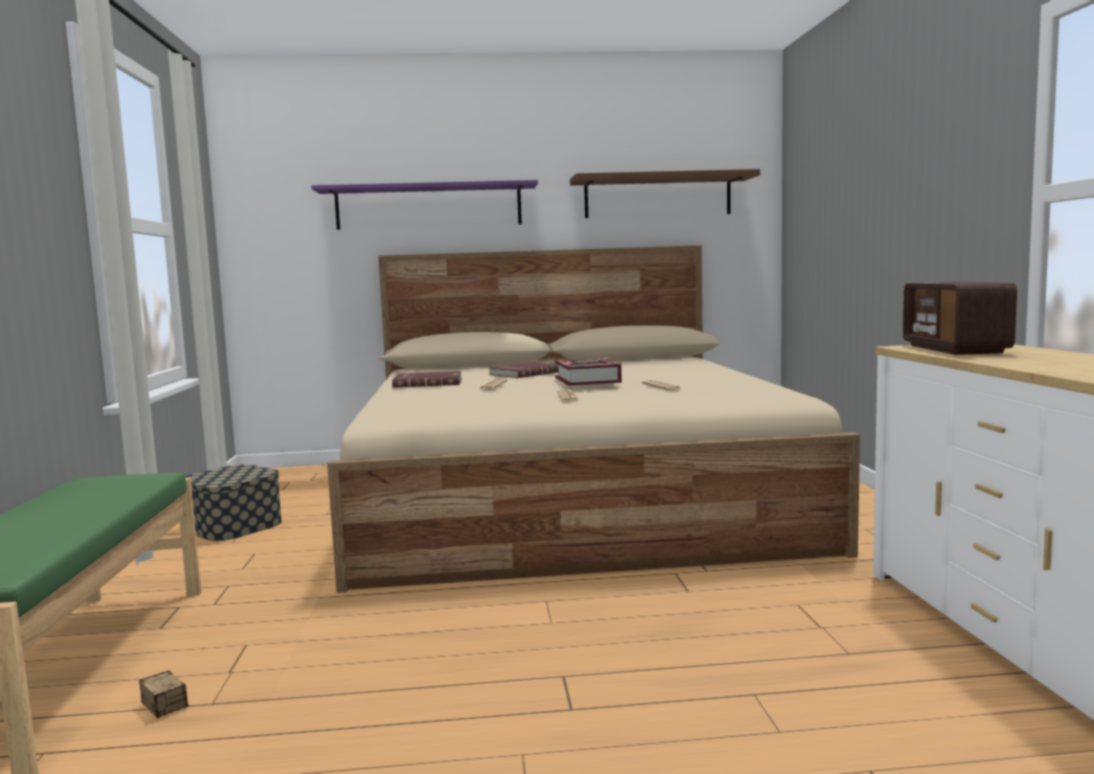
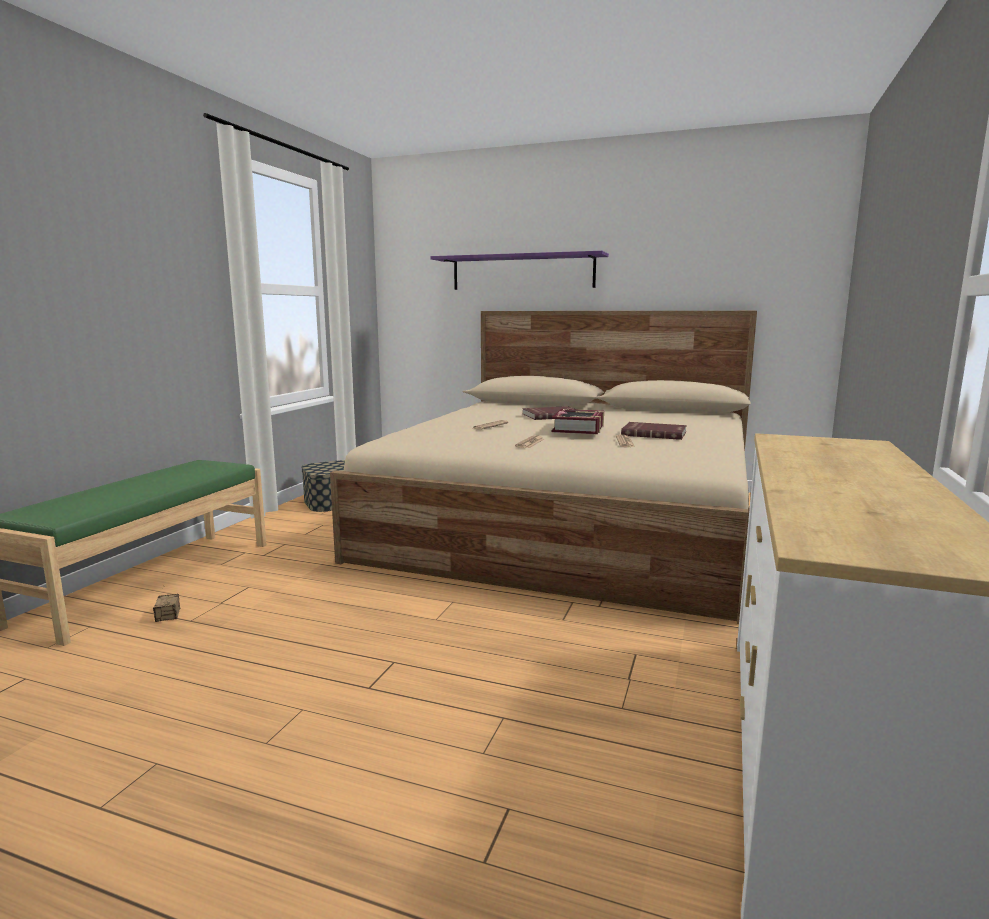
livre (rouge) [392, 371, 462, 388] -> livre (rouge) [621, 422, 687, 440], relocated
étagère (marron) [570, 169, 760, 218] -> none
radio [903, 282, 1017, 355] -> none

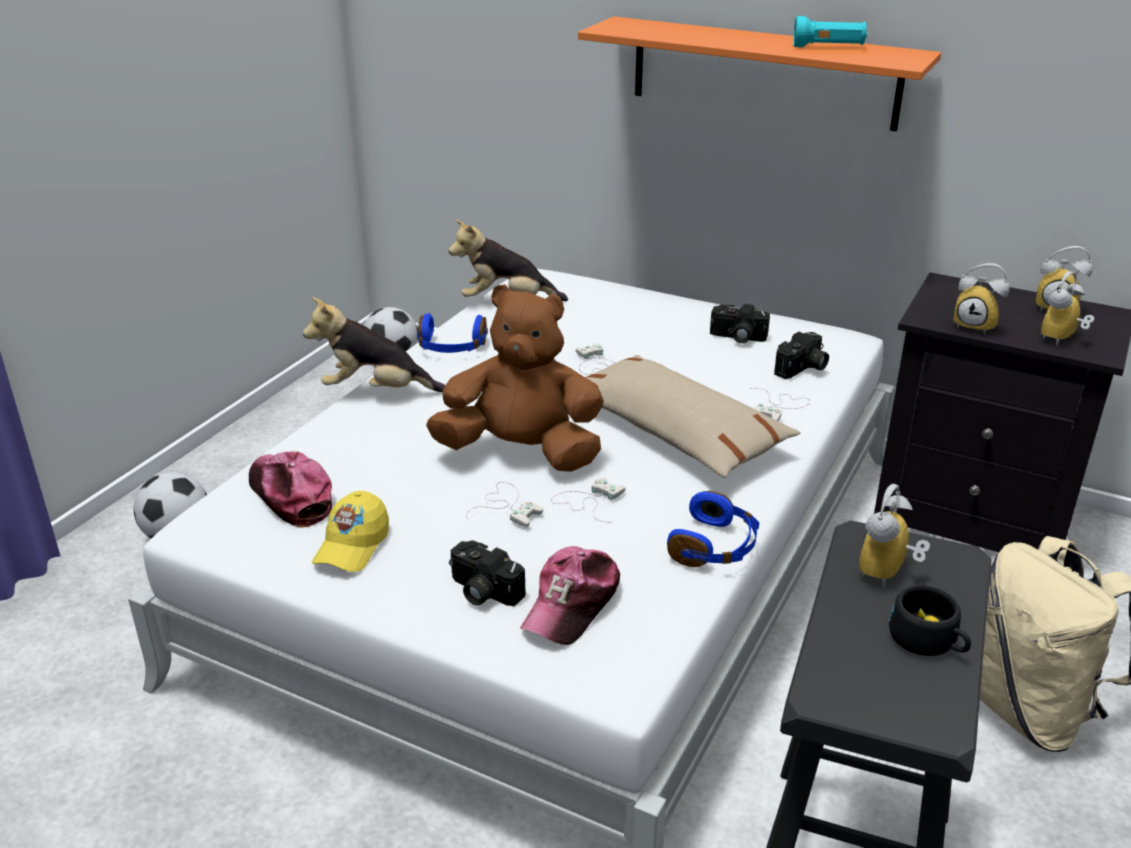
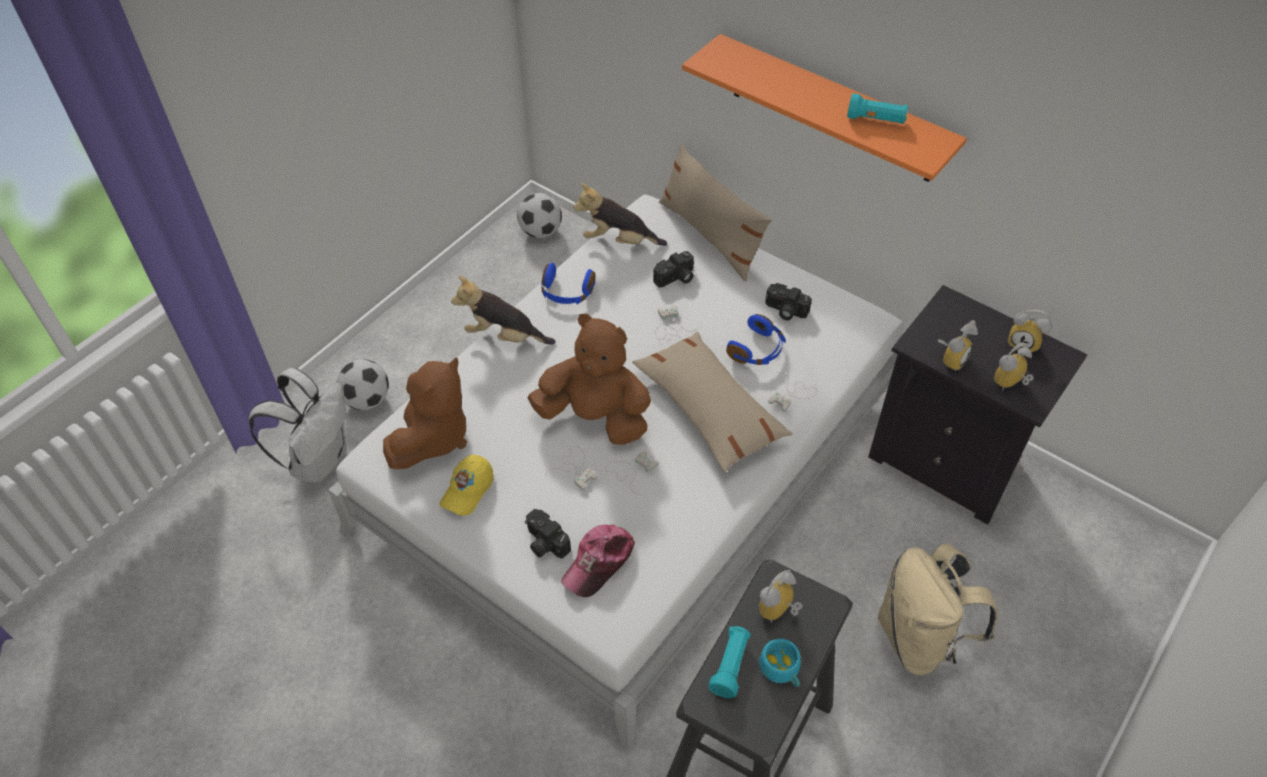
casquette [249, 451, 332, 528] -> peluche (marron) [383, 358, 467, 469]
casque audio (bleu) [667, 491, 759, 567] -> casque audio (bleu) [726, 314, 786, 365], relocated
appareil photo [774, 332, 829, 379] -> appareil photo [653, 251, 694, 288], relocated
tasse (noir) [889, 585, 971, 656] -> tasse (turquoise) [759, 639, 801, 687]
réveil [954, 263, 1010, 334] -> réveil [938, 320, 978, 371], 90 degrees counterclockwise
none -> sac à dos (blanc) [249, 368, 346, 483]
none -> coussin (beige) [659, 144, 772, 282]
none -> lampe de poche (turquoise) [708, 626, 751, 698]

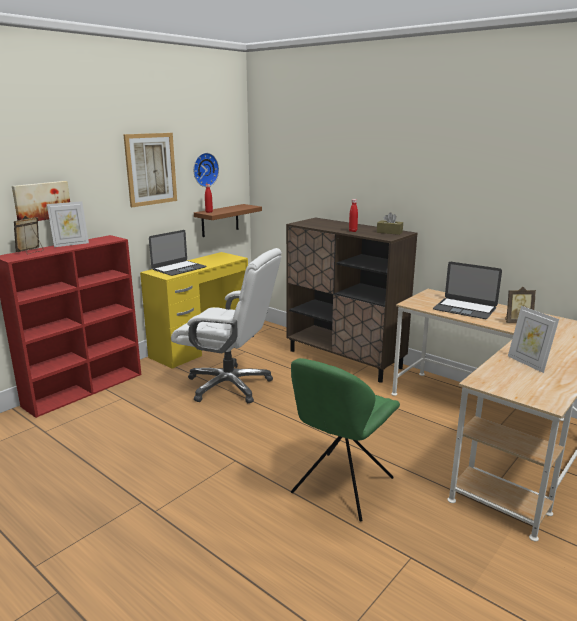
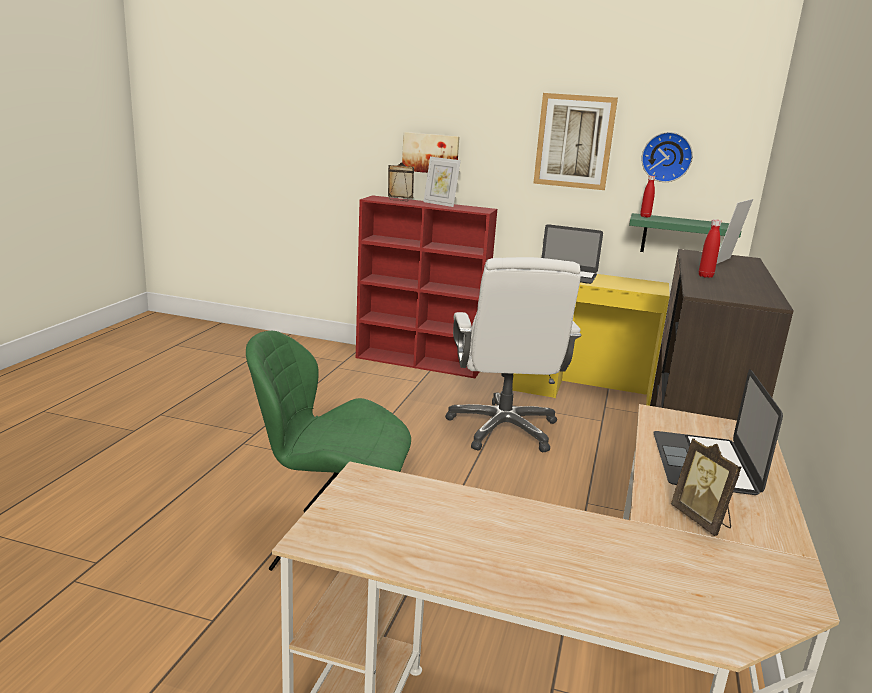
étagère (marron) [194, 204, 262, 237] -> étagère (vert) [629, 213, 741, 252]
boîte à mouchoirs (marron) [377, 212, 403, 235] -> none
cadre photo [508, 306, 559, 373] -> cadre photo [717, 199, 753, 264], relocated

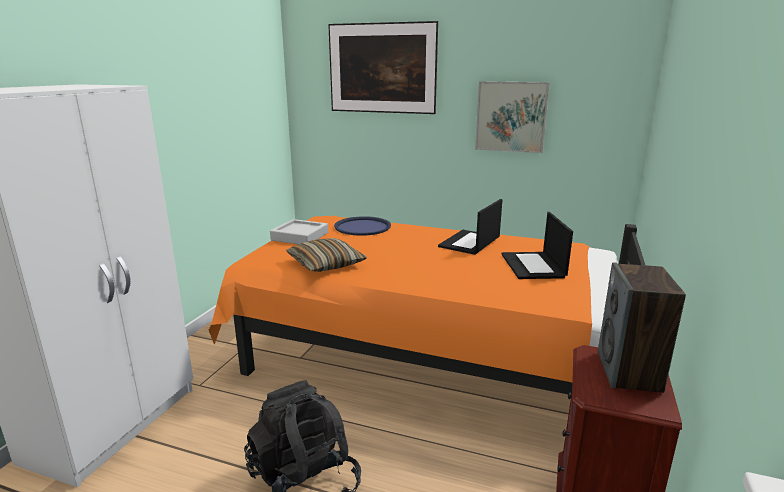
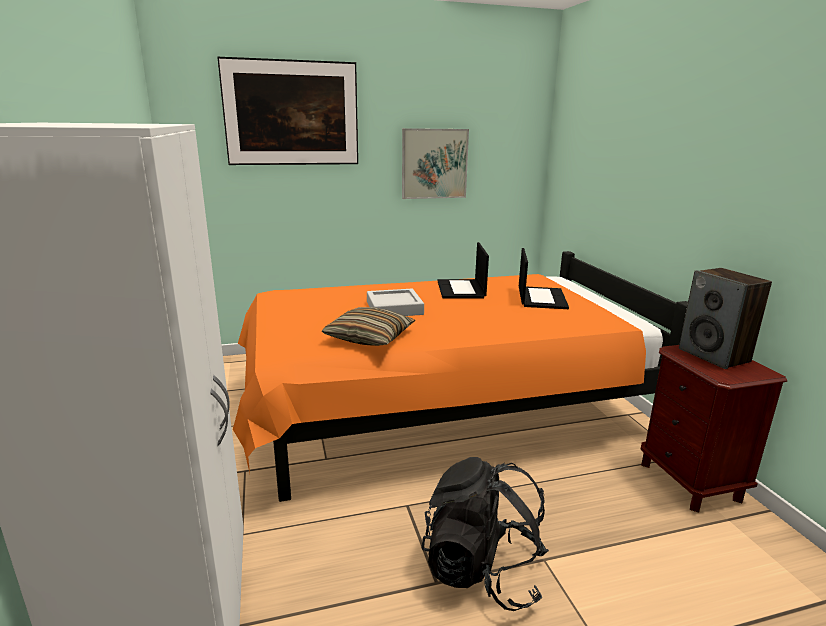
plateau (gris) [270, 219, 328, 244] -> plateau (gris) [367, 289, 424, 316], relocated
plateau (bleu) [334, 216, 391, 236] -> none
ordinateur portable [501, 212, 573, 279] -> ordinateur portable [519, 248, 569, 309], 135 degrees counterclockwise

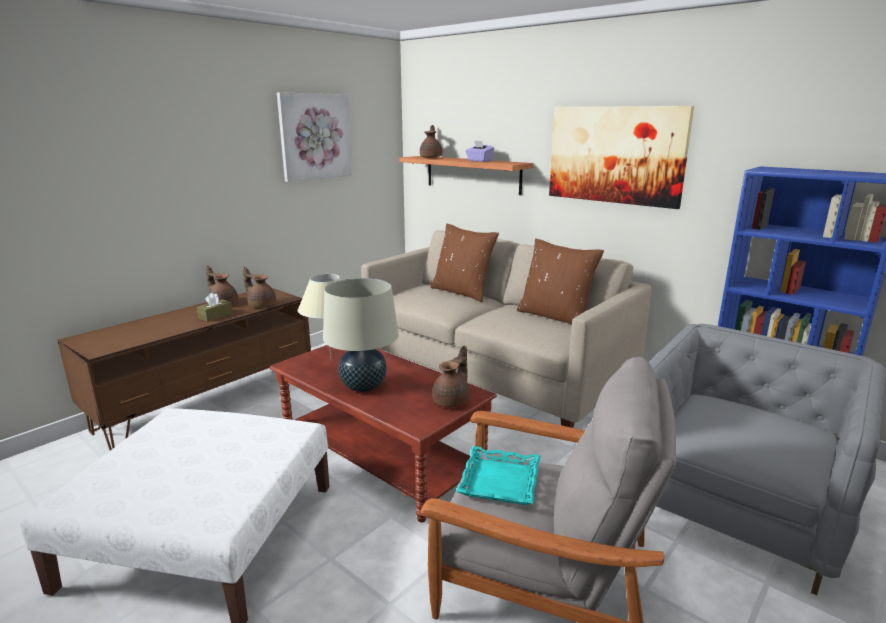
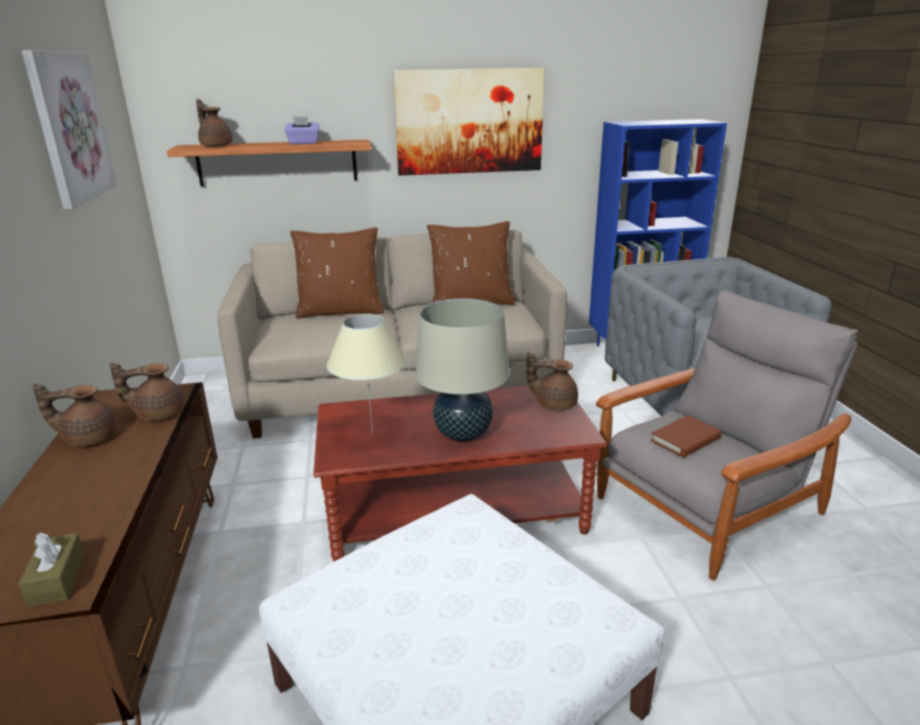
boîte à mouchoirs (marron) [197, 292, 233, 322] -> boîte à mouchoirs (marron) [18, 533, 85, 607], relocated
théière (marron) [432, 346, 470, 407] -> théière (marron) [526, 352, 578, 410], 60 degrees counterclockwise
plateau (turquoise) [456, 446, 540, 505] -> livre (marron) [650, 415, 722, 457]

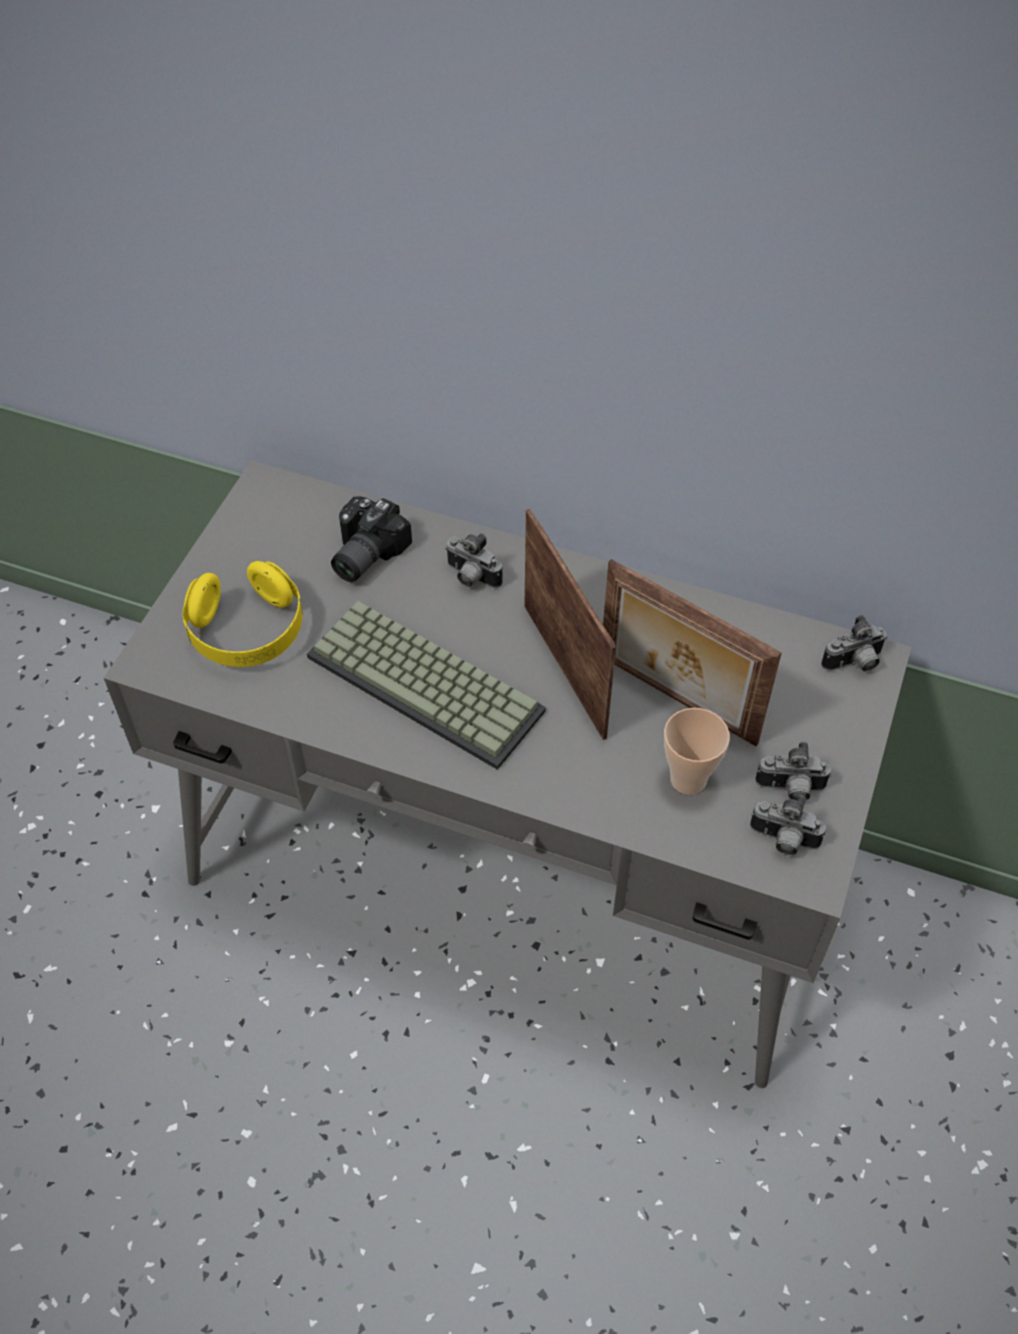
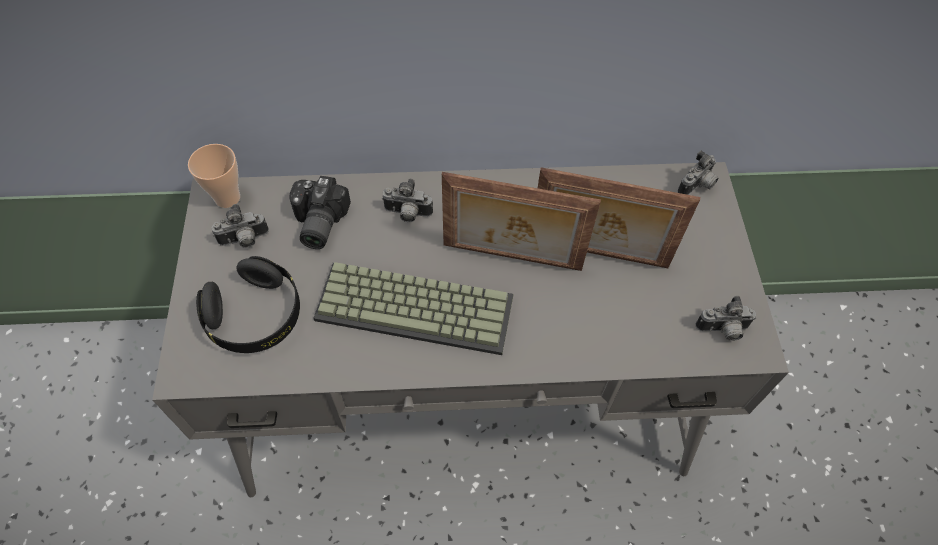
casque audio (jaune) [182, 561, 302, 667] -> casque audio (noir) [196, 256, 300, 353]
cadre photo [524, 509, 616, 740] -> cadre photo [442, 172, 601, 271], 150 degrees clockwise
tasse [664, 708, 730, 795] -> tasse [188, 144, 240, 208], relocated
appareil photo [755, 742, 831, 801] -> appareil photo [211, 204, 269, 248], relocated

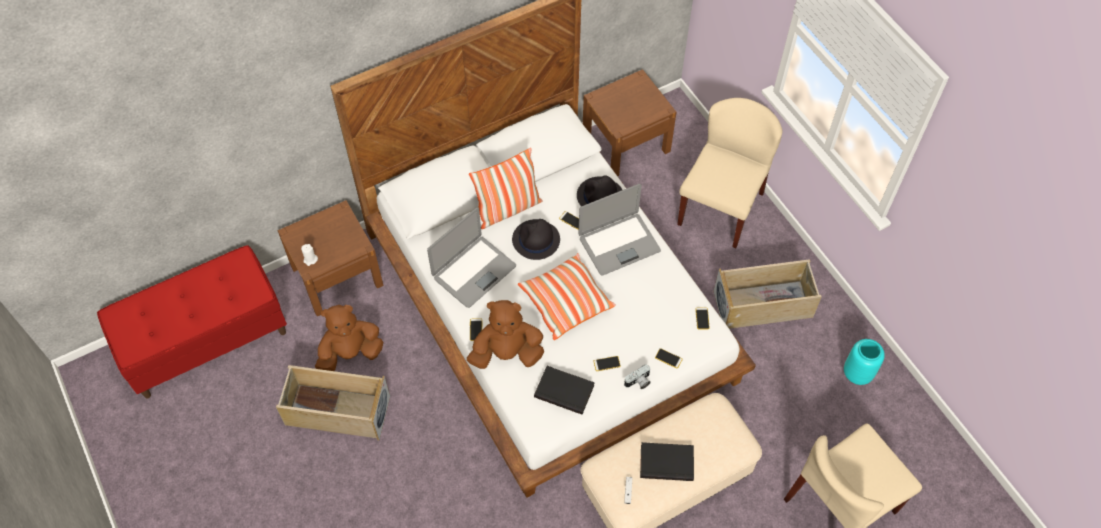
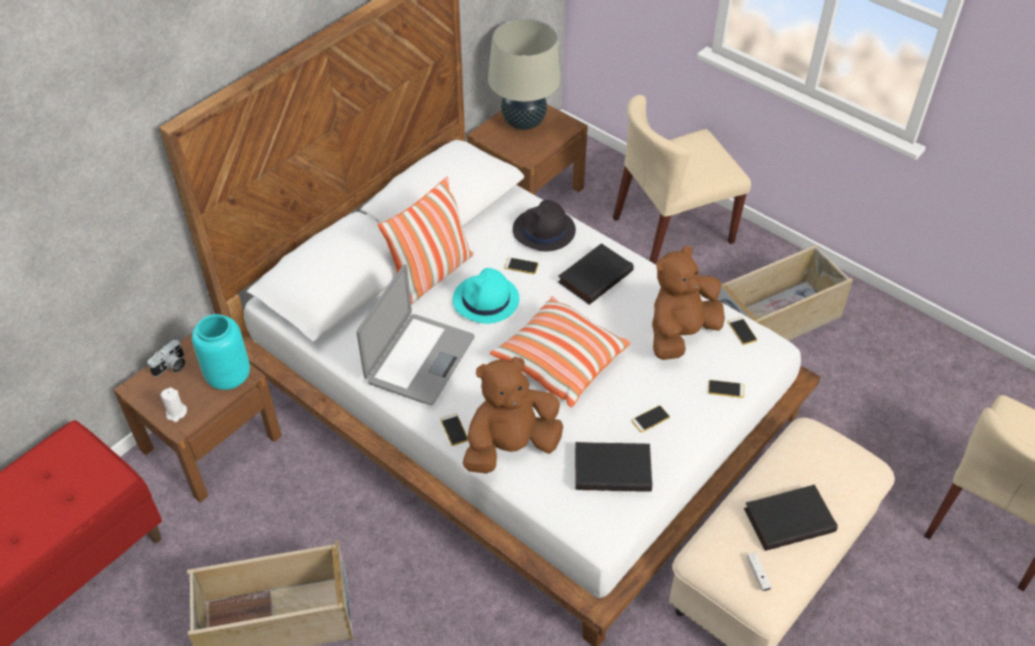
peluche (marron) [315, 305, 384, 371] -> peluche (marron) [652, 246, 725, 360], relocated
chapeau (noir) [512, 219, 560, 260] -> chapeau (turquoise) [453, 268, 519, 324]
ordinateur portable [578, 184, 661, 275] -> livre (noir) [558, 243, 634, 305]
appareil photo [624, 365, 651, 389] -> appareil photo [147, 339, 186, 377], relocated
chaise (beige) [677, 98, 783, 248] -> chaise (beige) [613, 95, 751, 264], 120 degrees counterclockwise
vase (turquoise) [844, 339, 885, 385] -> vase (turquoise) [192, 314, 250, 390], relocated
none -> lampe de table (beige) [488, 19, 560, 130]

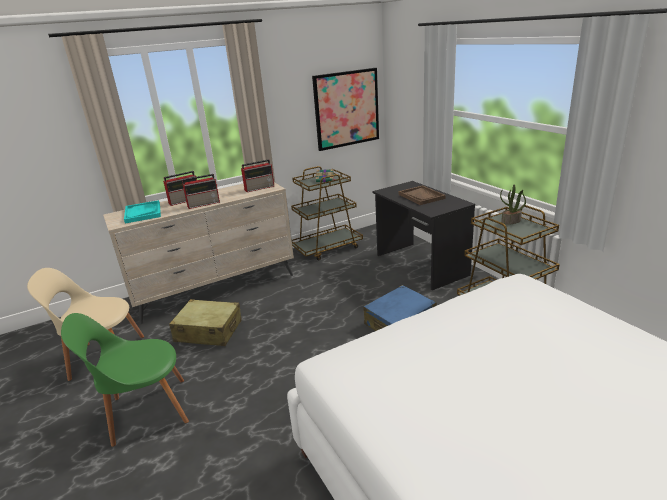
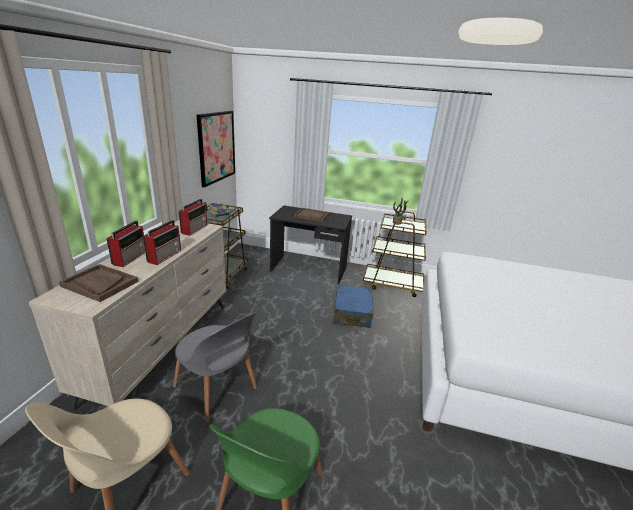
plateau (turquoise) [124, 200, 161, 223] -> plateau (marron) [59, 264, 139, 302]
valise (beige) [169, 299, 242, 346] -> chaise (gris) [173, 312, 257, 423]

